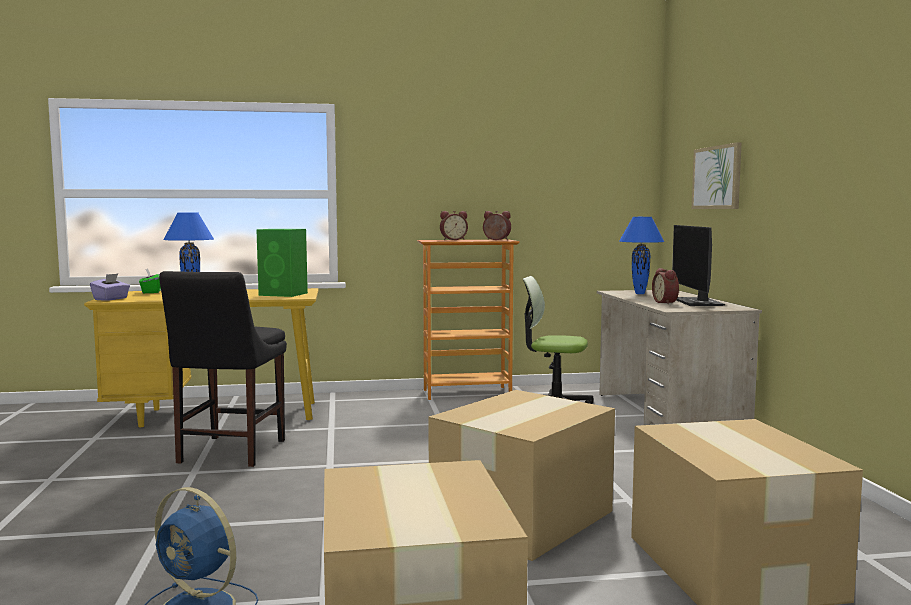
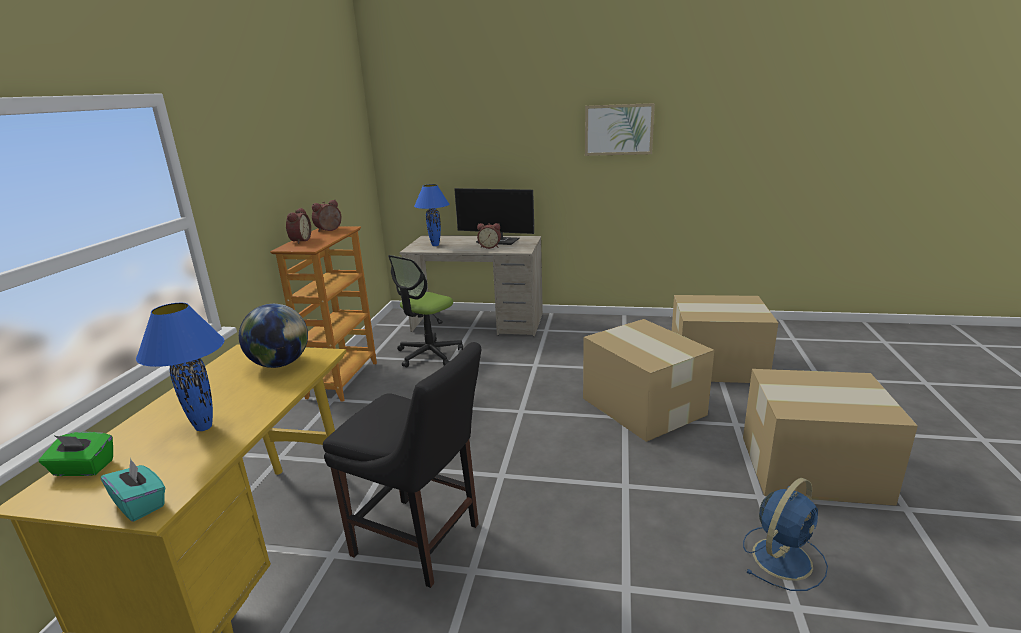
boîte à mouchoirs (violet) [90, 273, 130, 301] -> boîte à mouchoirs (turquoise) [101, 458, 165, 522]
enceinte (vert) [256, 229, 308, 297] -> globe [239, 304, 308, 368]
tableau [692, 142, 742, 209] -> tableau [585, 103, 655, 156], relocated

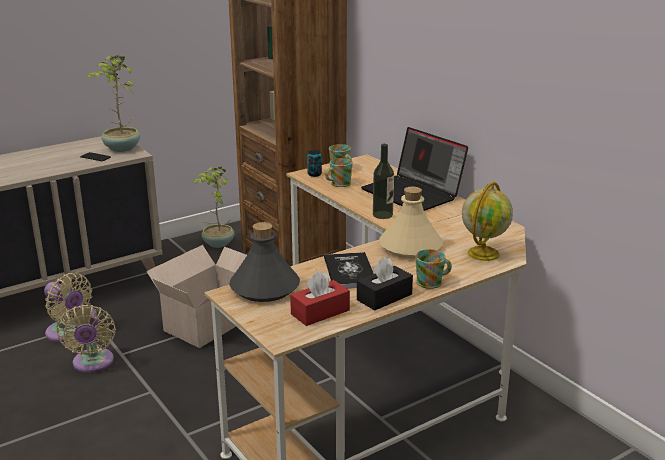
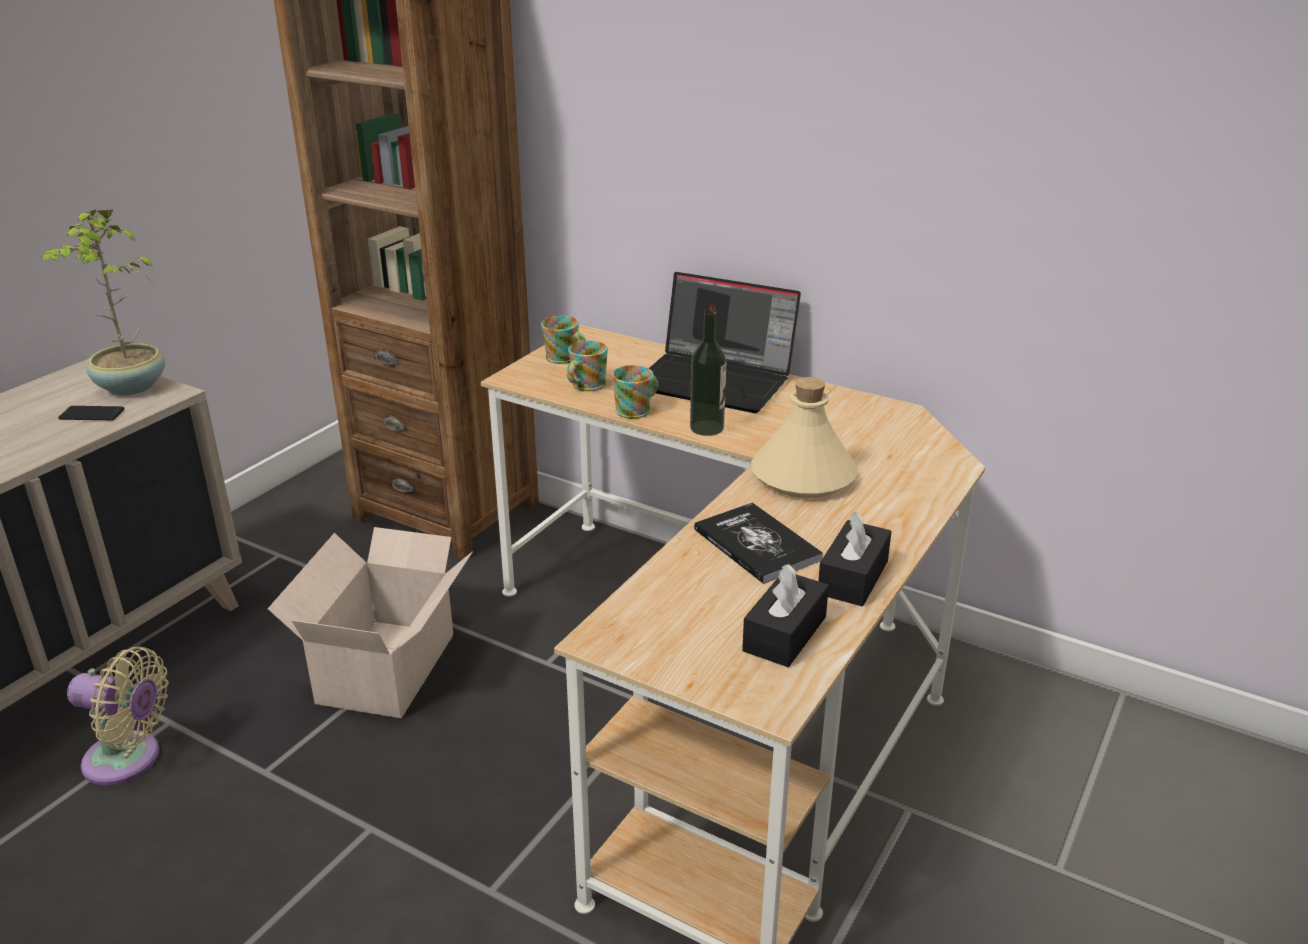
ventilateur (beige) [57, 305, 116, 373] -> none
plante en pot [193, 166, 234, 248] -> none
bouteille (gris) [229, 222, 300, 302] -> none
boîte à mouchoirs (rouge) [290, 271, 350, 326] -> boîte à mouchoirs (noir) [742, 564, 829, 667]
boîte métallique [307, 150, 322, 177] -> none
mug [415, 249, 452, 289] -> mug [612, 365, 658, 419], relocated
globe [462, 181, 513, 261] -> none

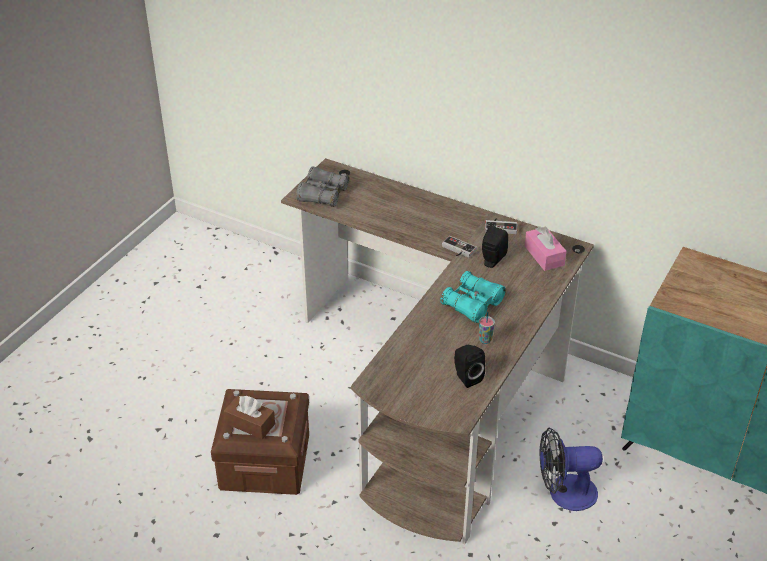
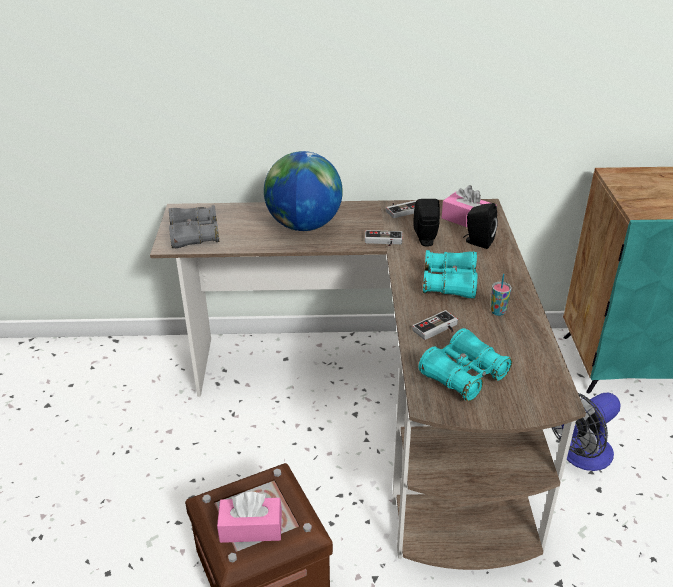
boîte à mouchoirs (marron) [224, 396, 275, 439] -> boîte à mouchoirs (rose) [217, 491, 282, 543]
enceinte (noir) [454, 345, 485, 388] -> enceinte (noir) [463, 203, 498, 249], relocated
none -> globe [264, 151, 343, 231]
none -> manette [412, 310, 458, 340]
none -> jumelles (turquoise) [419, 328, 512, 401]

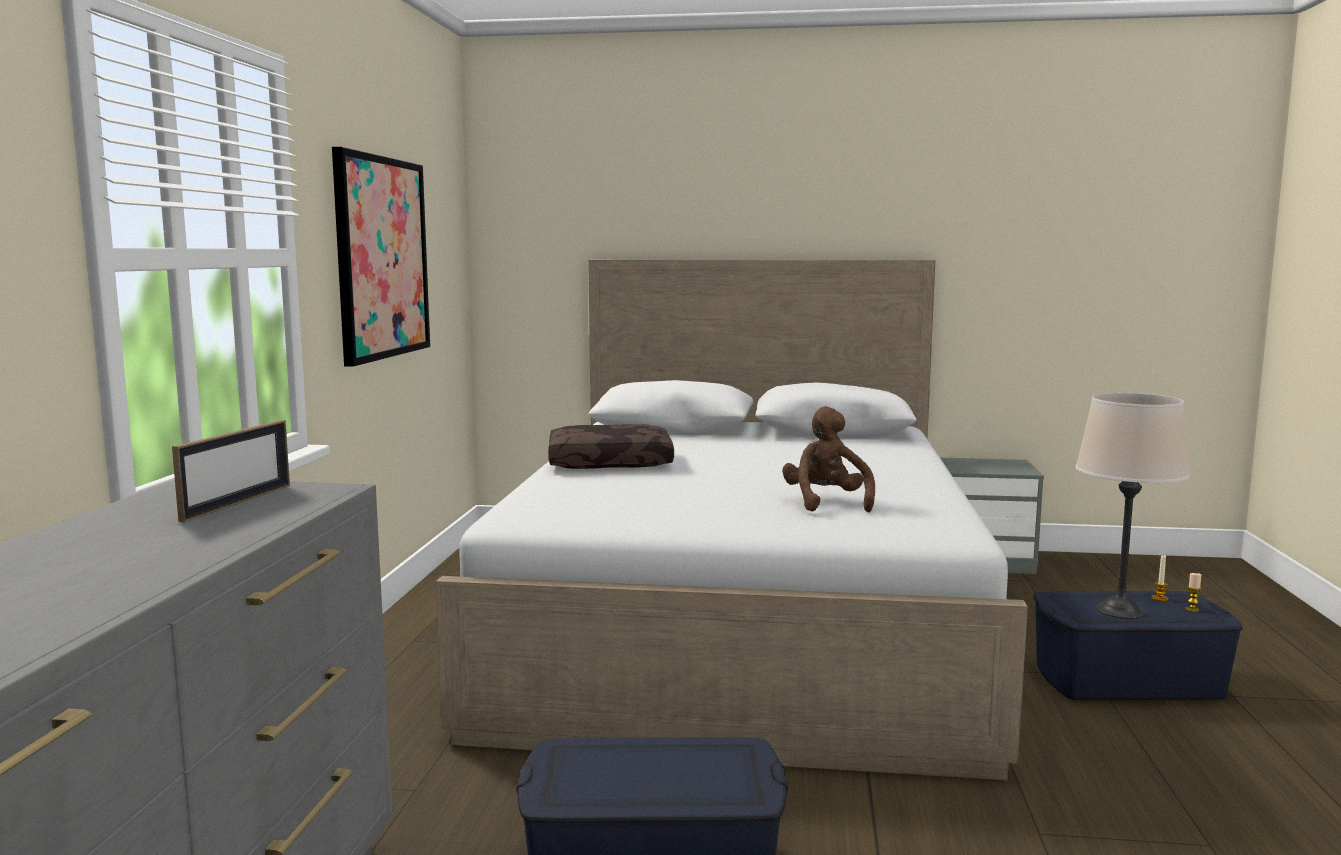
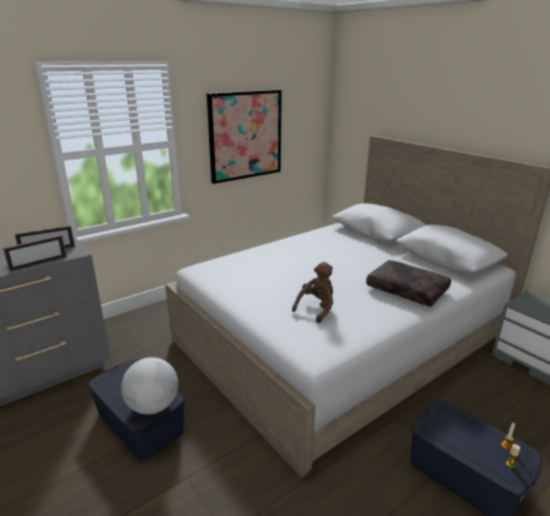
coussin (marron) [548, 424, 674, 469] -> coussin (marron) [366, 260, 451, 307], relocated
lampe de table (beige) [1075, 393, 1190, 619] -> none
none -> cadre photo [3, 235, 67, 272]
none -> globe [121, 357, 178, 414]

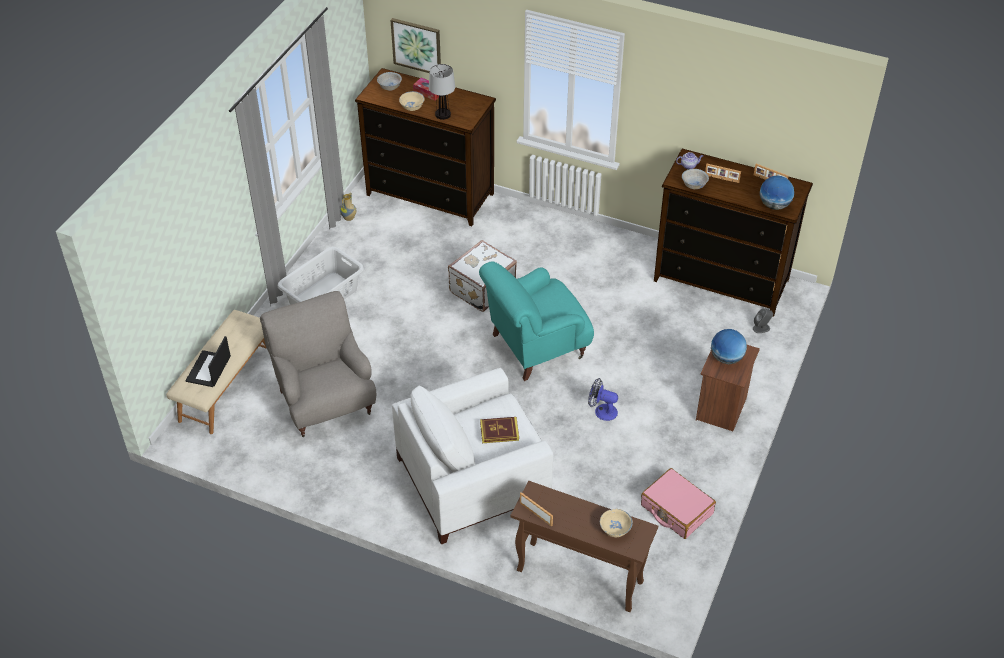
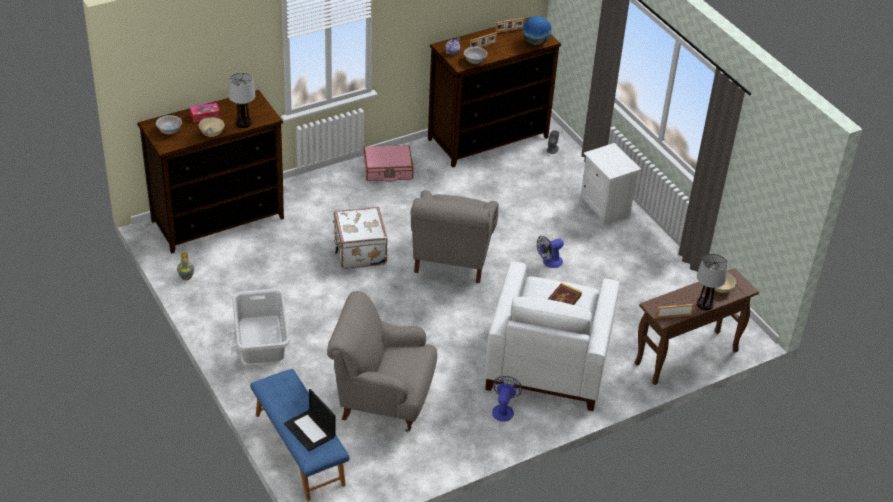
banc (beige) [166, 310, 267, 434] -> banc (bleu) [250, 369, 349, 501]
tableau [391, 18, 441, 73] -> none
fauteuil (turquoise) [479, 261, 594, 381] -> fauteuil (gris) [410, 190, 499, 283]
valise (rose) [641, 468, 716, 539] -> valise (rose) [363, 145, 413, 182], relocated
table de chevet (marron) [696, 345, 760, 431] -> table de chevet (blanc) [580, 143, 642, 226]
globe [711, 329, 747, 364] -> none
none -> ventilateur [492, 376, 522, 422]
none -> lampe de table [697, 254, 727, 310]

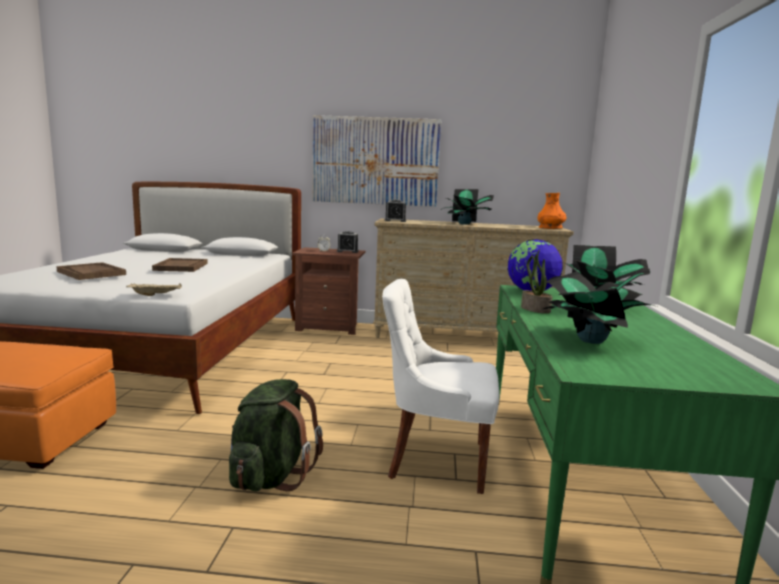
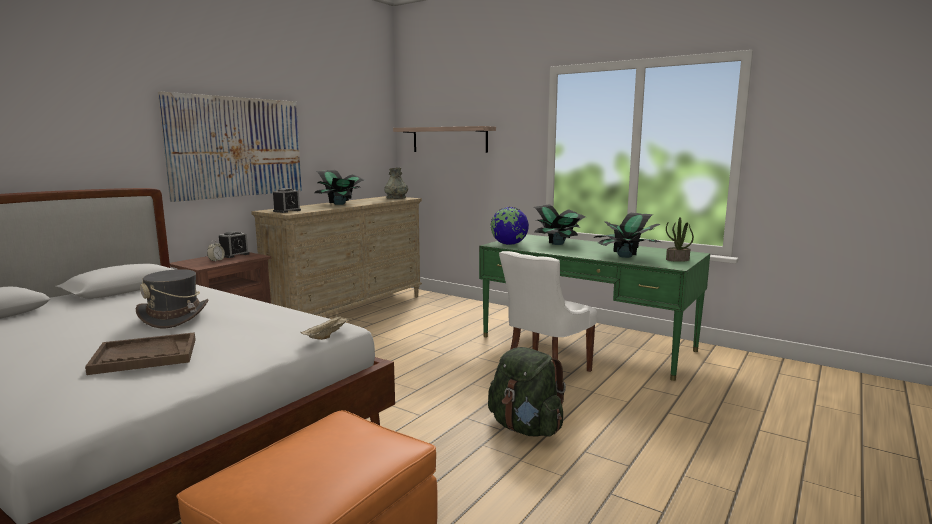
plateau (marron) [152, 258, 208, 272] -> chapeau (gris) [135, 269, 209, 328]
plante en pot [521, 249, 553, 314] -> plante en pot [666, 217, 694, 262], relocated
vase (orange) [537, 193, 567, 229] -> vase (gris) [384, 168, 408, 199]
none -> étagère [393, 126, 496, 153]

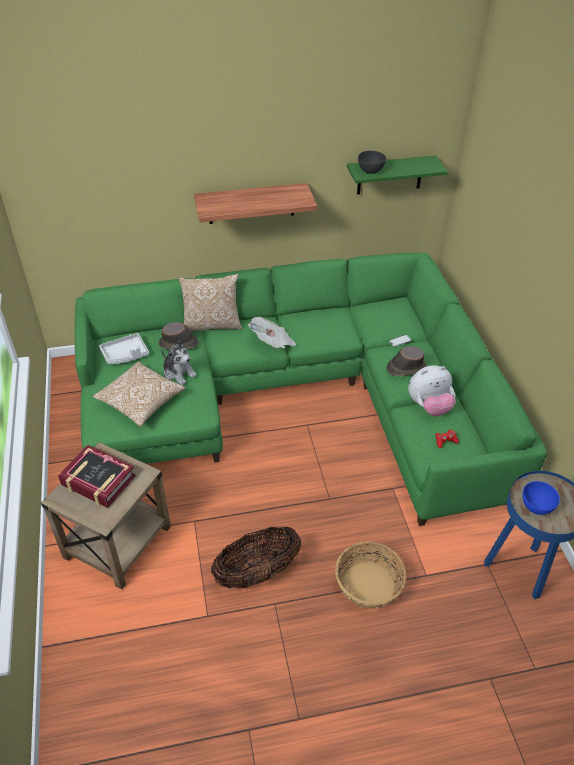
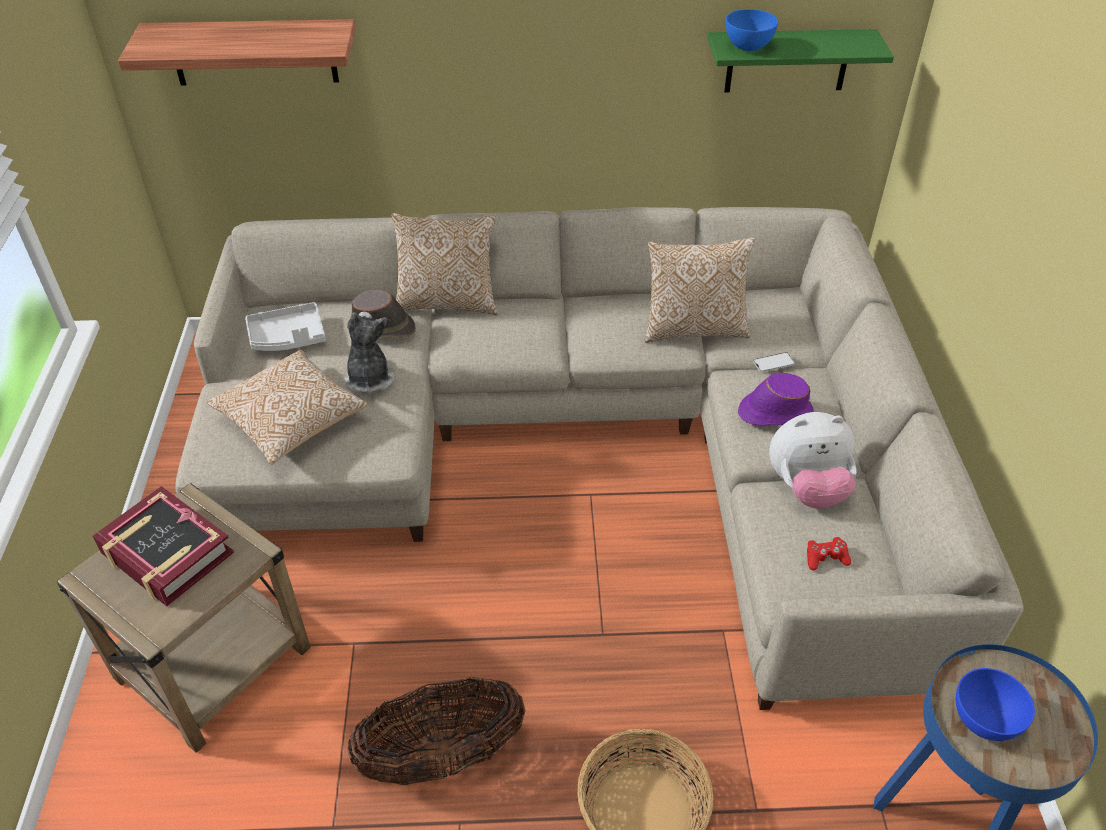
canapé (vert) [75, 252, 547, 526] -> canapé (beige) [175, 207, 1024, 710]
peluche [161, 340, 197, 385] -> peluche [344, 312, 395, 393], 150 degrees counterclockwise
étagère [194, 183, 317, 224] -> étagère [118, 19, 355, 85], relocated
journal [248, 317, 296, 348] -> none
bol (gris) [358, 151, 386, 174] -> bol (bleu) [726, 9, 778, 51]
chapeau (marron) [386, 346, 426, 376] -> chapeau (violet) [738, 373, 814, 426]
none -> coussin [645, 237, 755, 343]

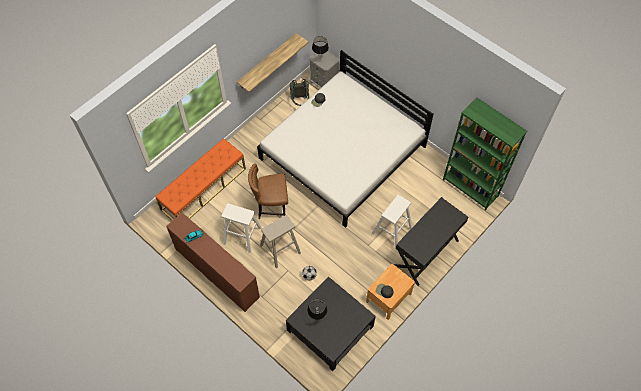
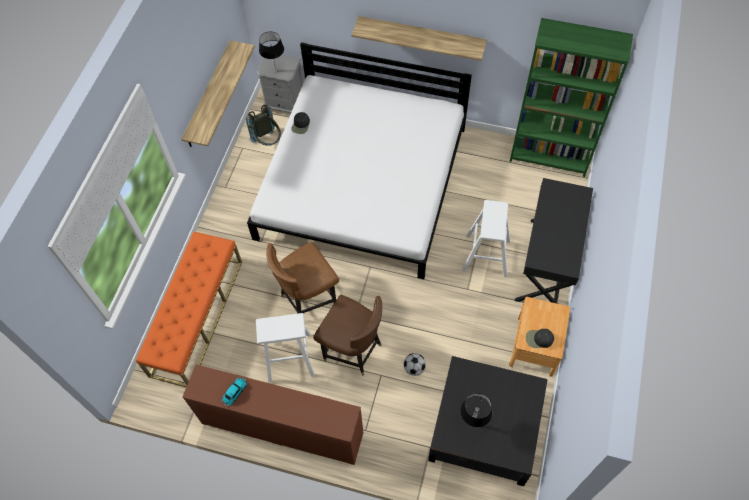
tabouret (beige) [260, 215, 301, 268] -> chaise (marron) [313, 295, 382, 376]
none -> étagère [351, 16, 487, 61]

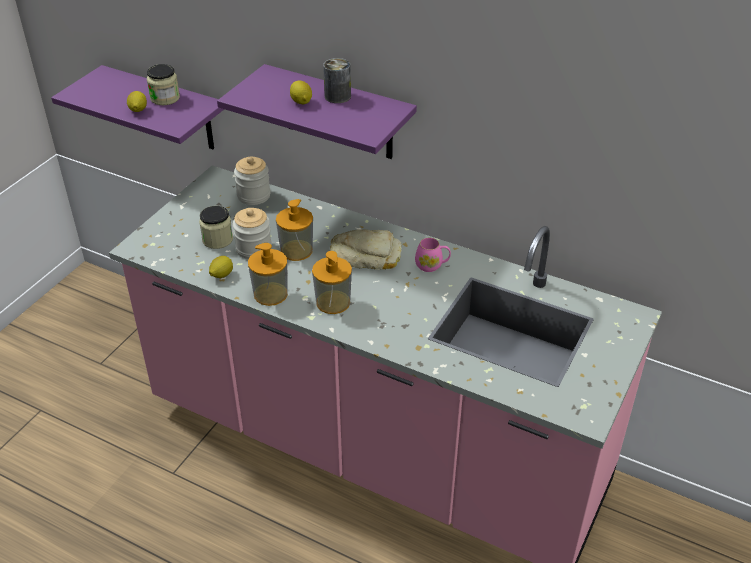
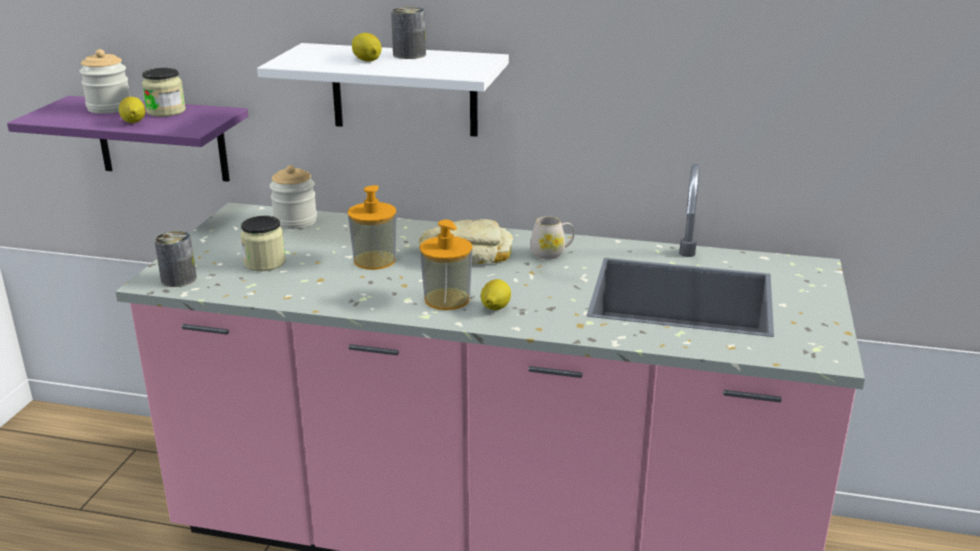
citron [209, 256, 233, 278] -> citron [481, 279, 511, 310], relocated
étagère (violet) [217, 64, 417, 159] -> étagère (blanc) [257, 43, 509, 137]
bocal [233, 208, 272, 259] -> bocal [79, 49, 130, 114], relocated
distributeur de savon [248, 243, 288, 306] -> none
mug (rose) [415, 238, 451, 272] -> mug (blanc) [530, 216, 575, 260]
none -> boîte métallique [154, 231, 197, 287]

